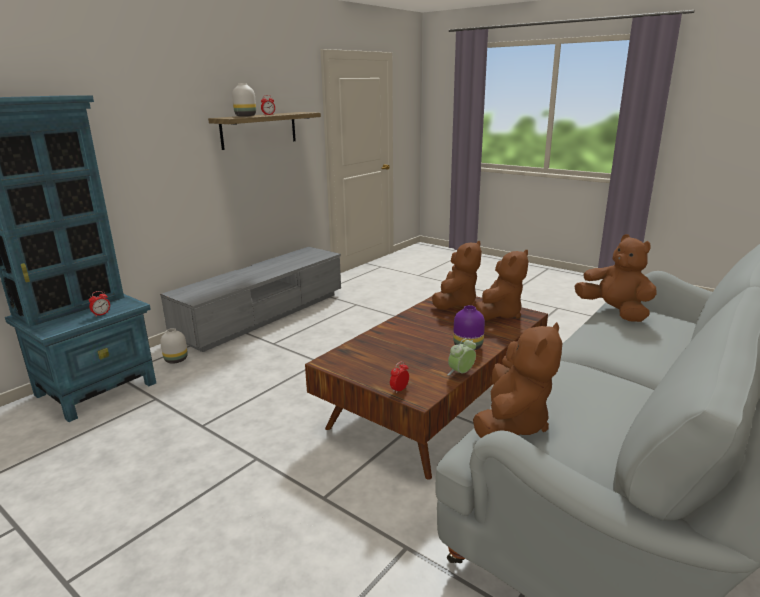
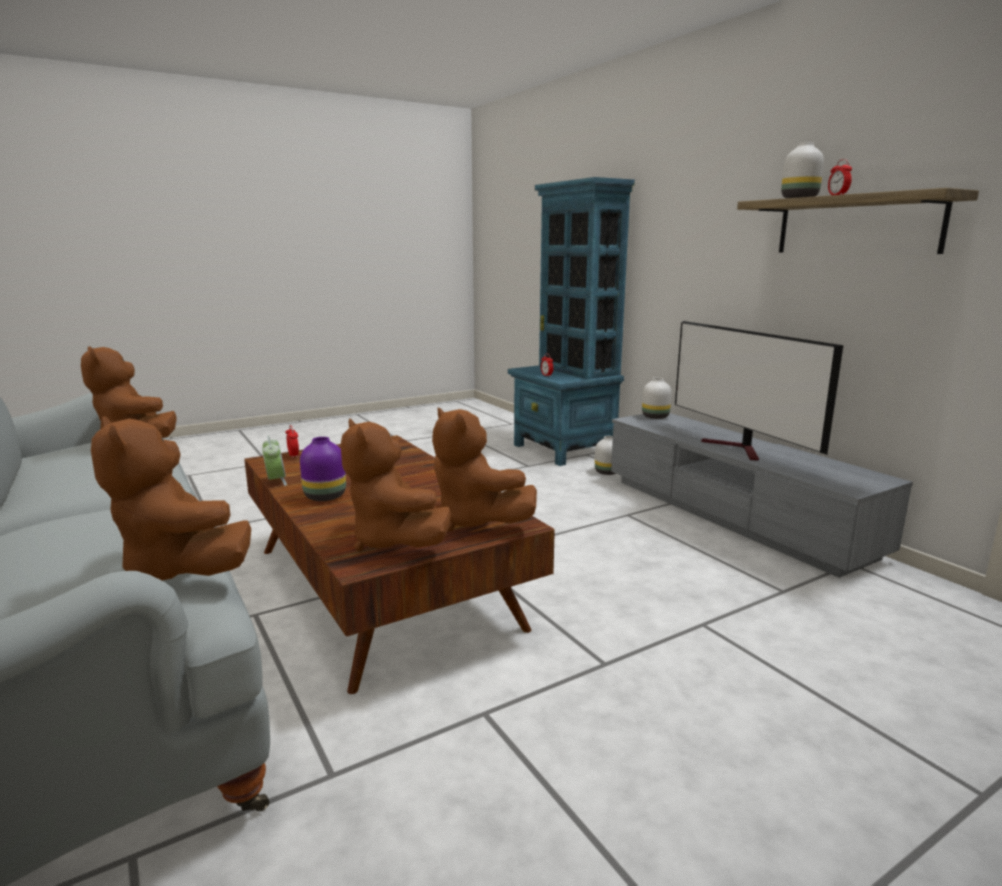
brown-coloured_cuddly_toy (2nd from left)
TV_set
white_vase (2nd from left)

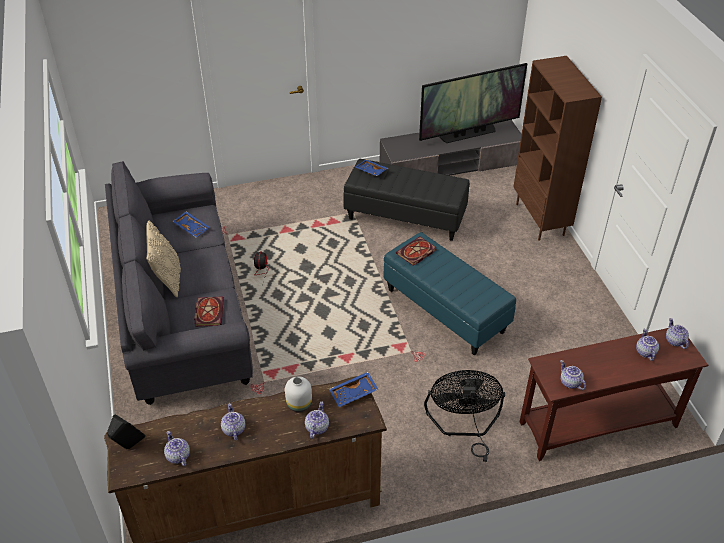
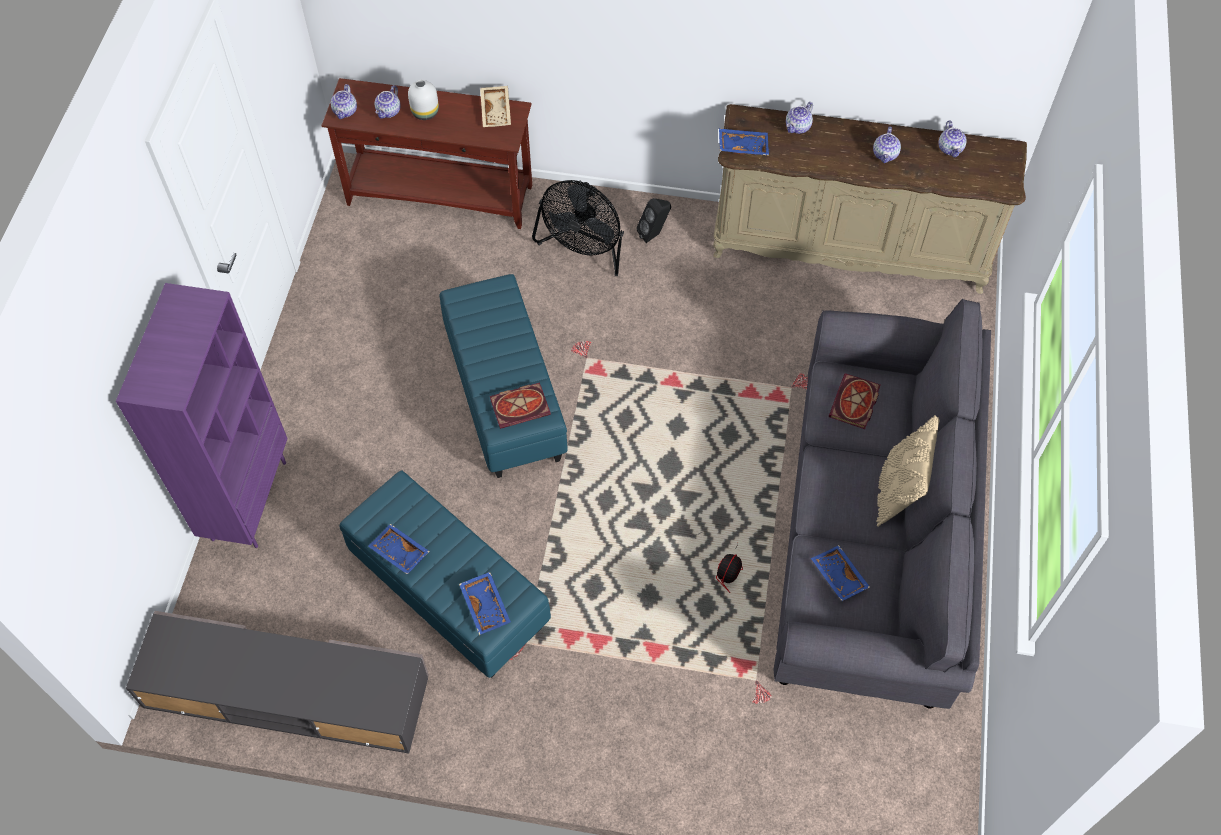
purple-coloured_bookshelf
TV_set
bluish_ottoman (1st from left)
sand-coloured_tray
white_vase
black_speaker
bluish_tray (1st from left)

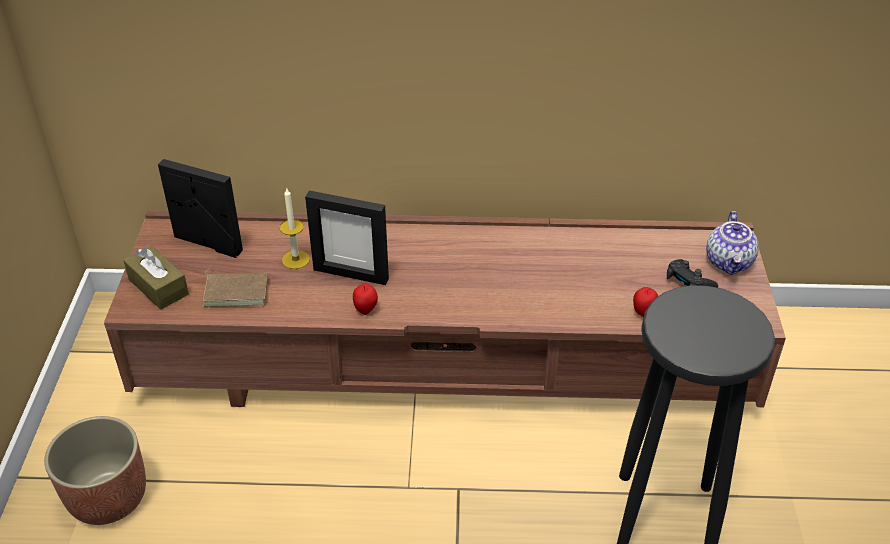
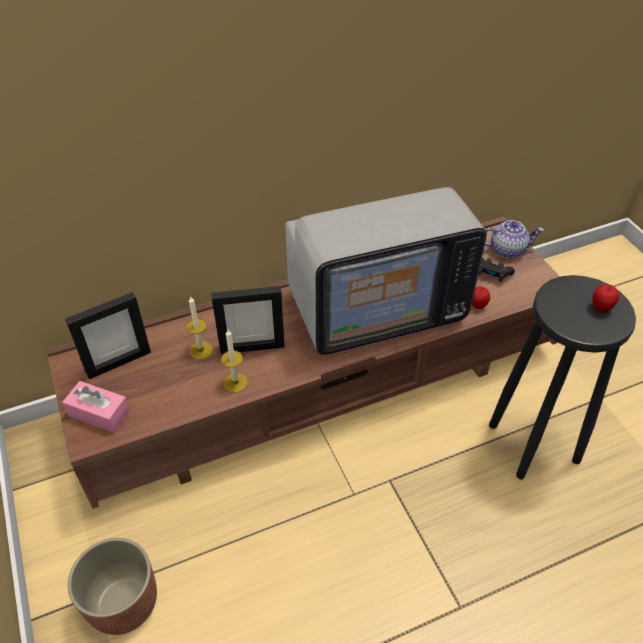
standing_frame (1st from left)
teapot
pinkish_tissue_holder
brown-coloured_book
whole_apple (2nd from left)
TV_set
wax_candle (2nd from left)

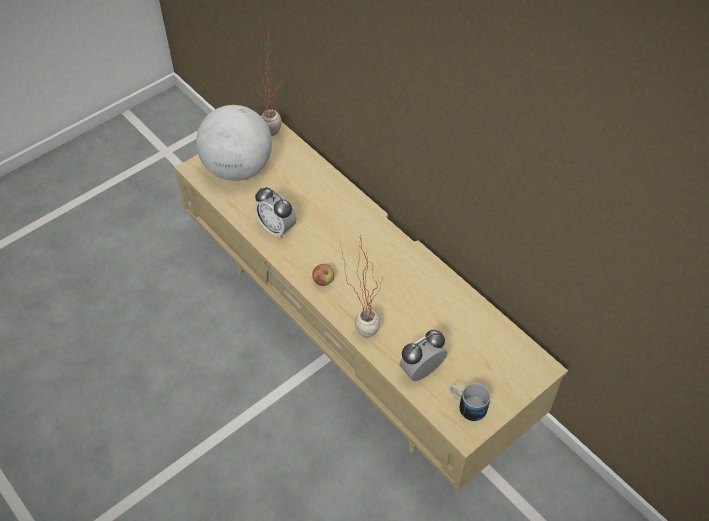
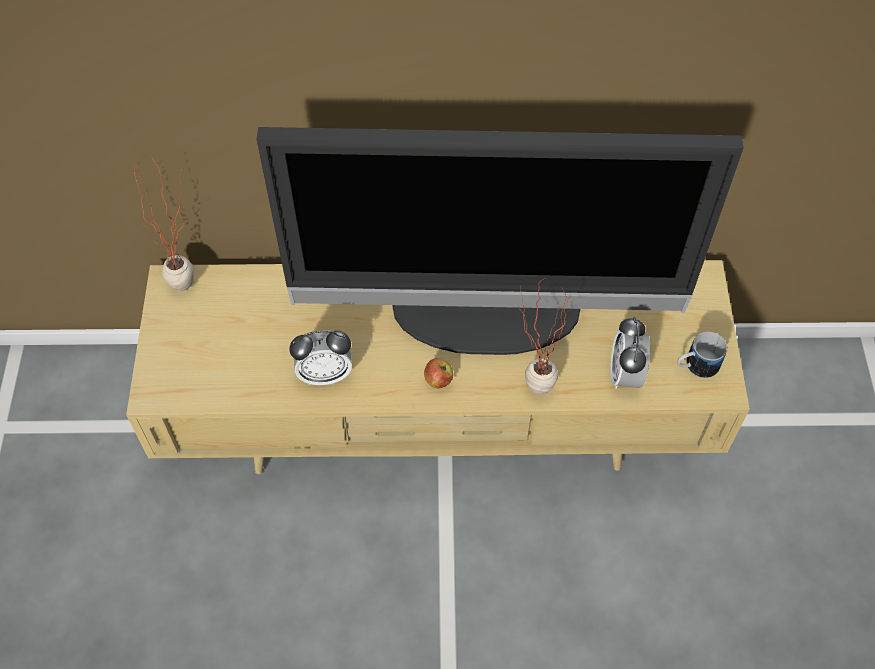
world_globe
TV_set

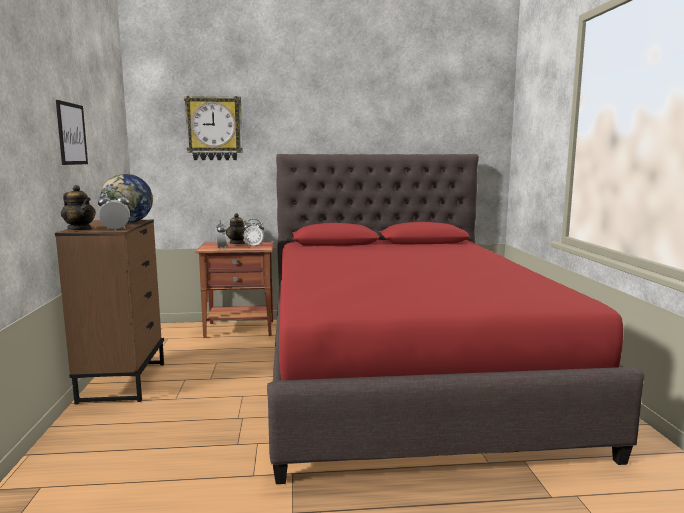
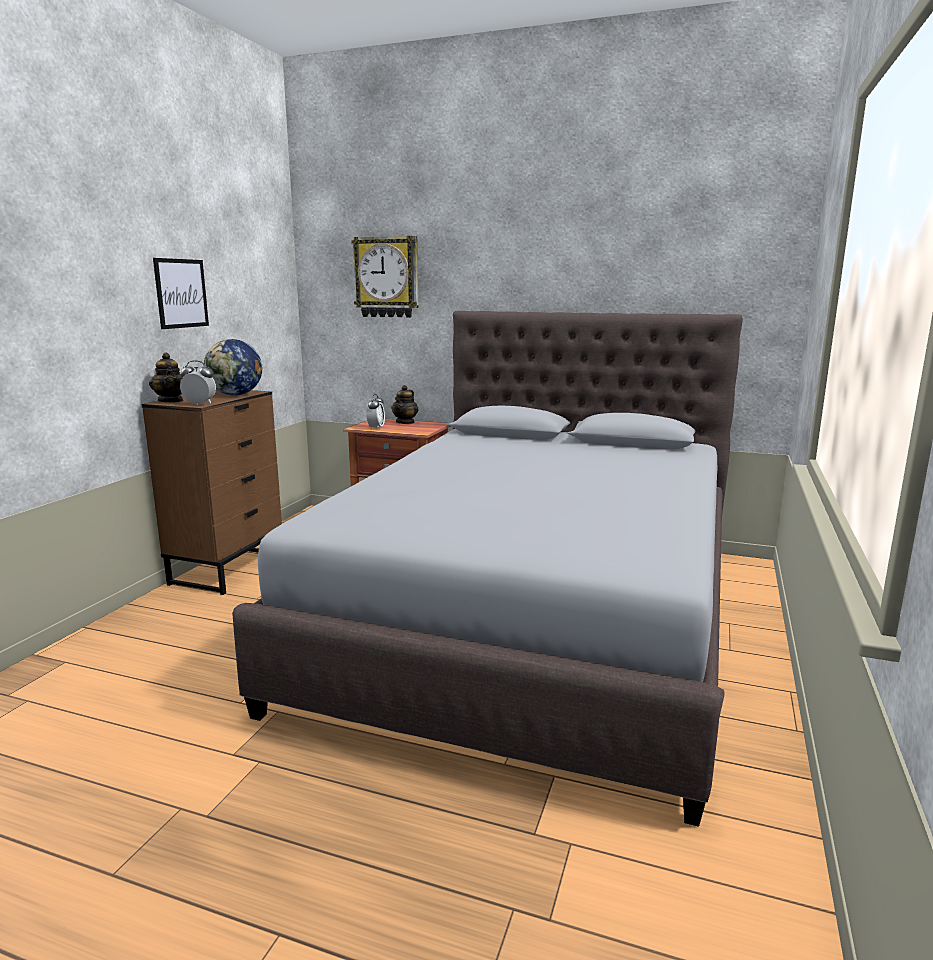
greyish_bed
alarm_clock (3rd from left in the first image)

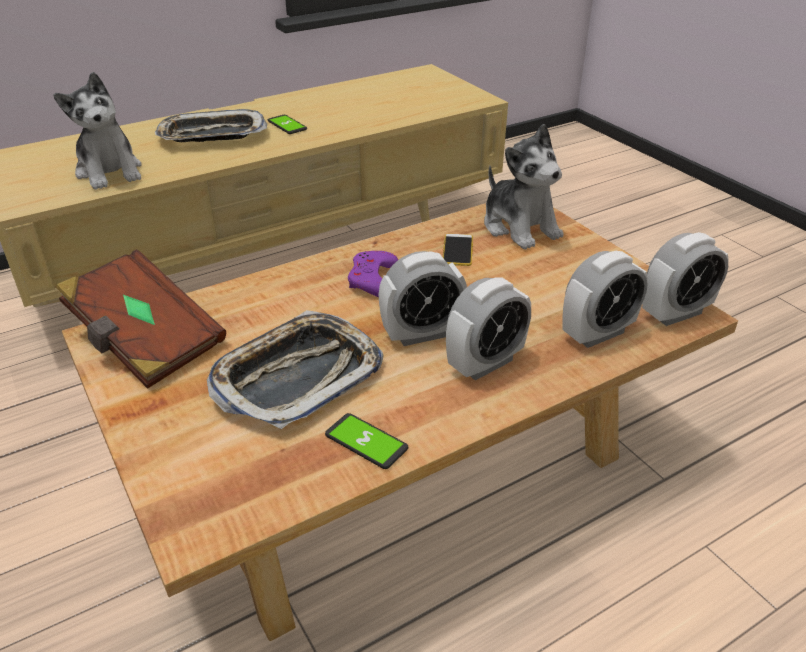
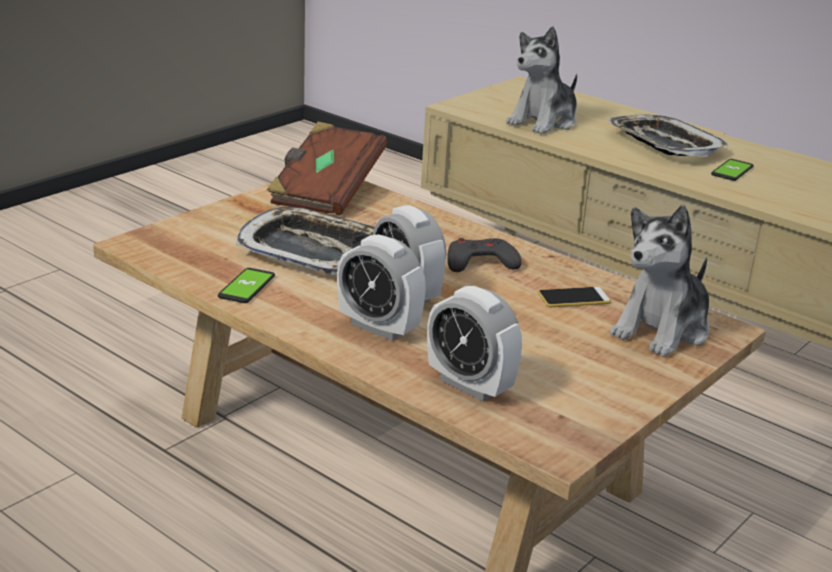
alarm_clock (4th from left in the first image)
greyish_gamepad

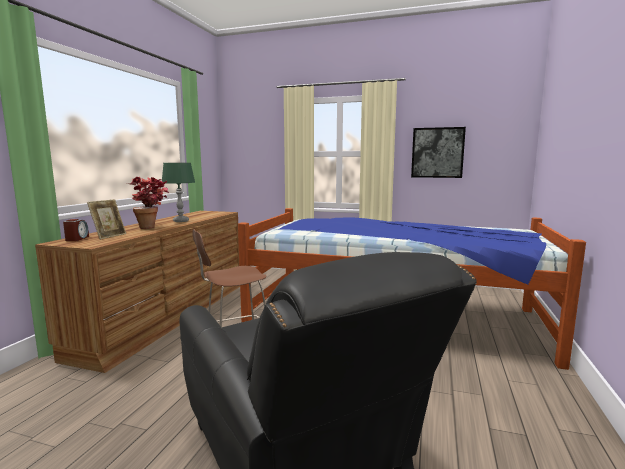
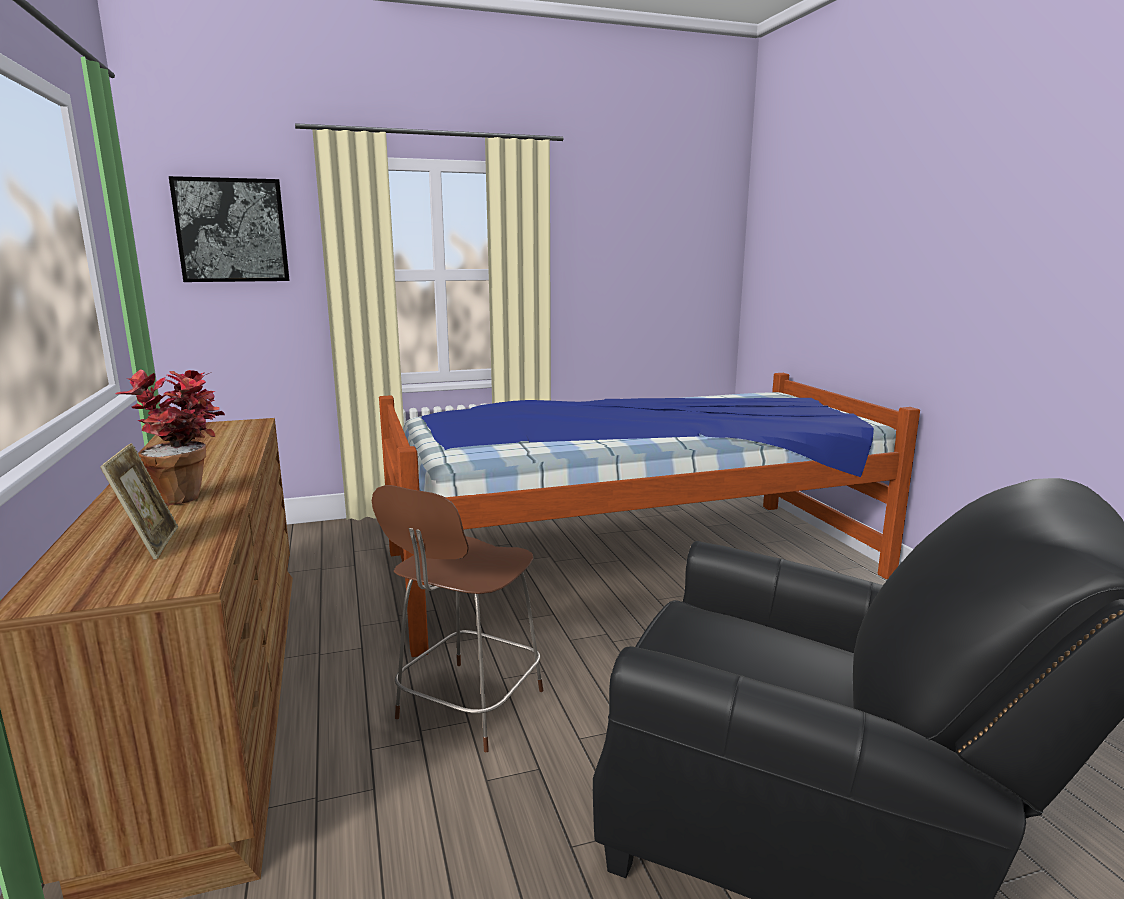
wall_art
greenish_lamp_for_a_table
alarm_clock

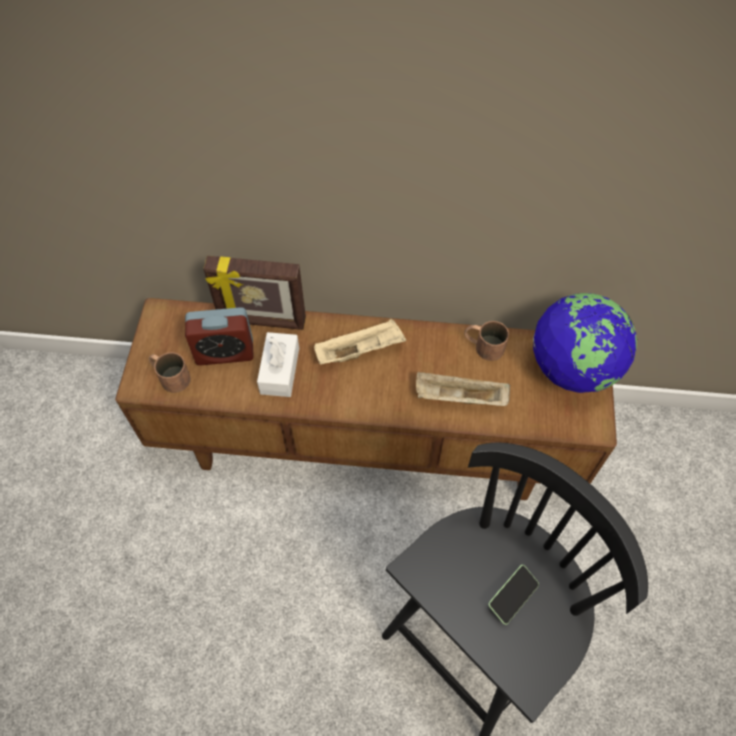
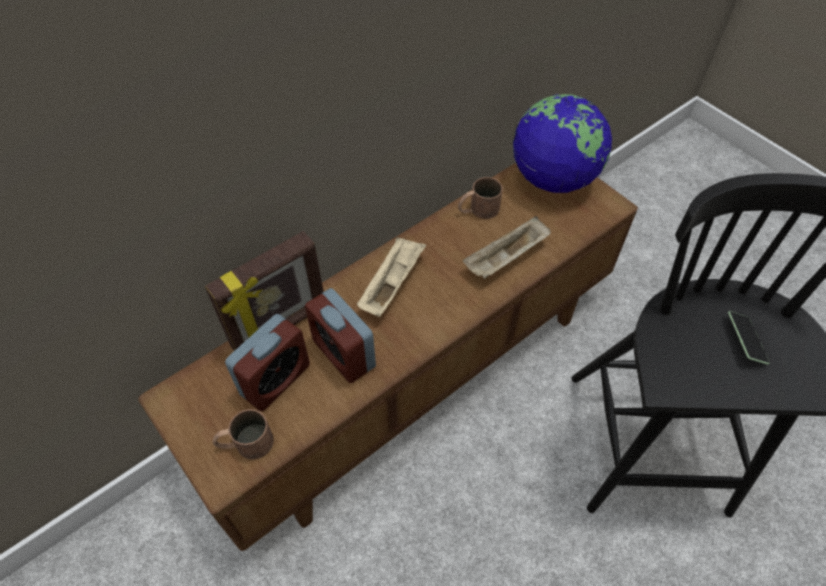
alarm_clock (2nd from left)

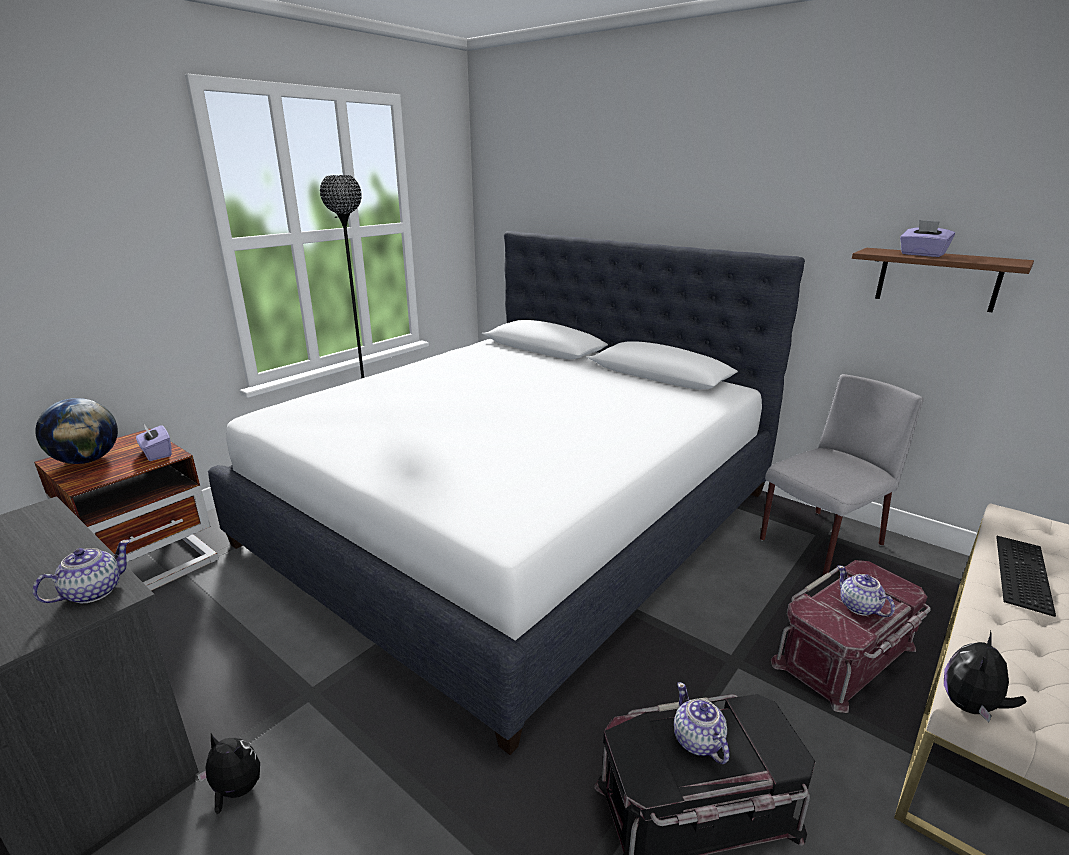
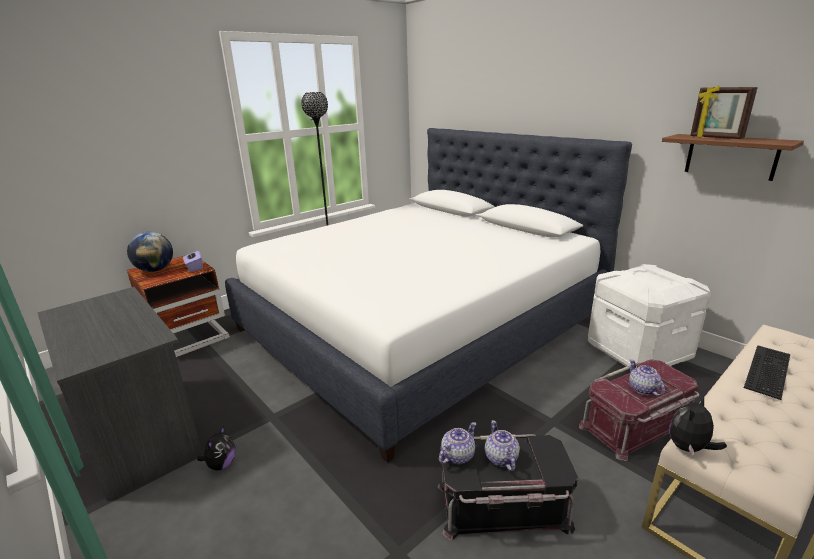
standing_frame
white_storage_container
teapot (1st from left)
cuddly_toy (1st from left)

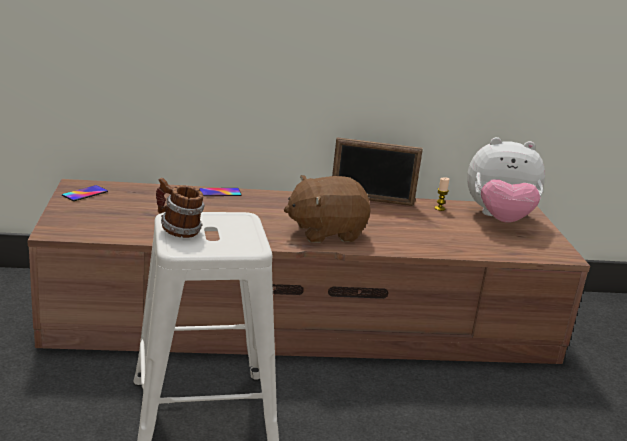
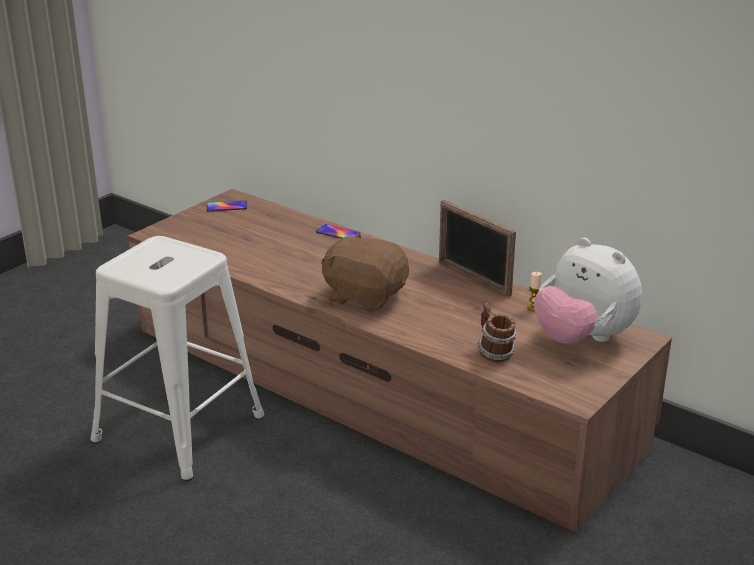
mug

